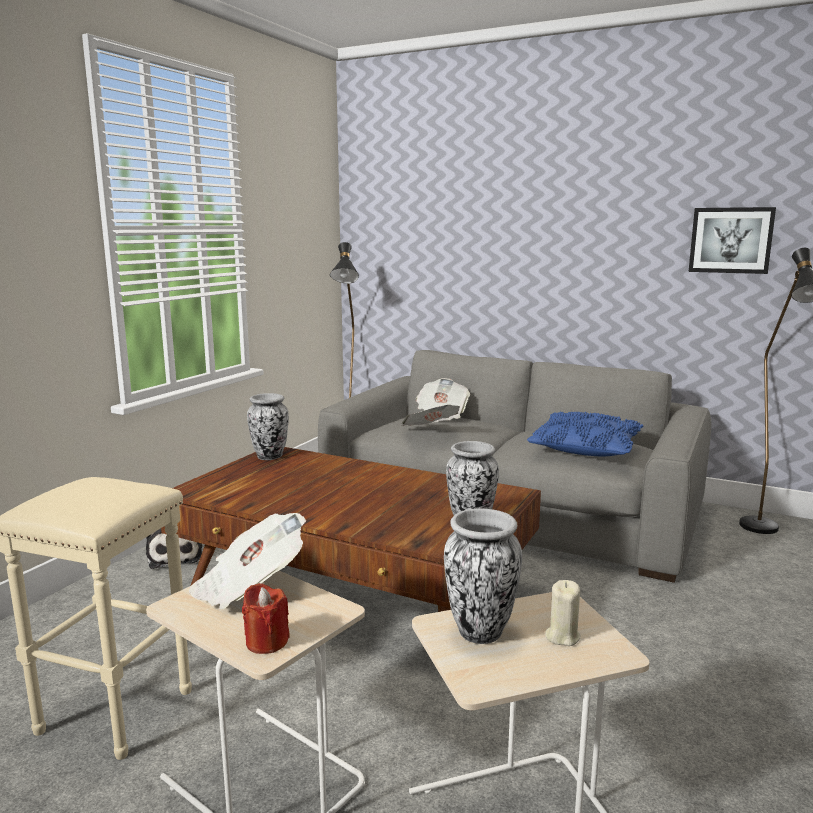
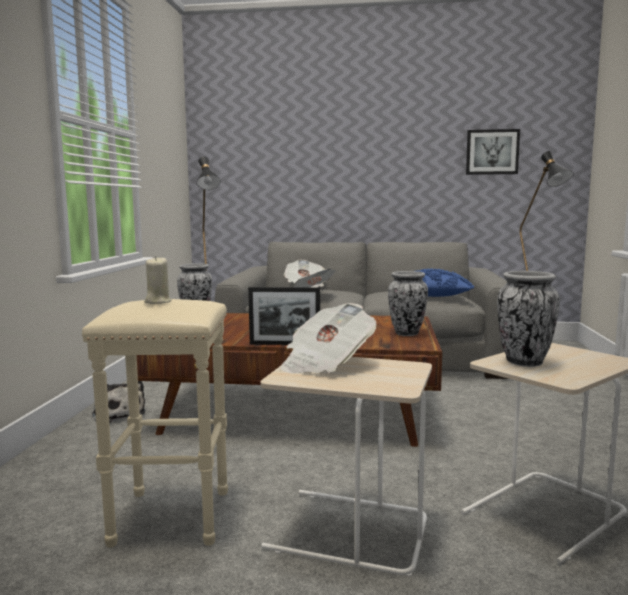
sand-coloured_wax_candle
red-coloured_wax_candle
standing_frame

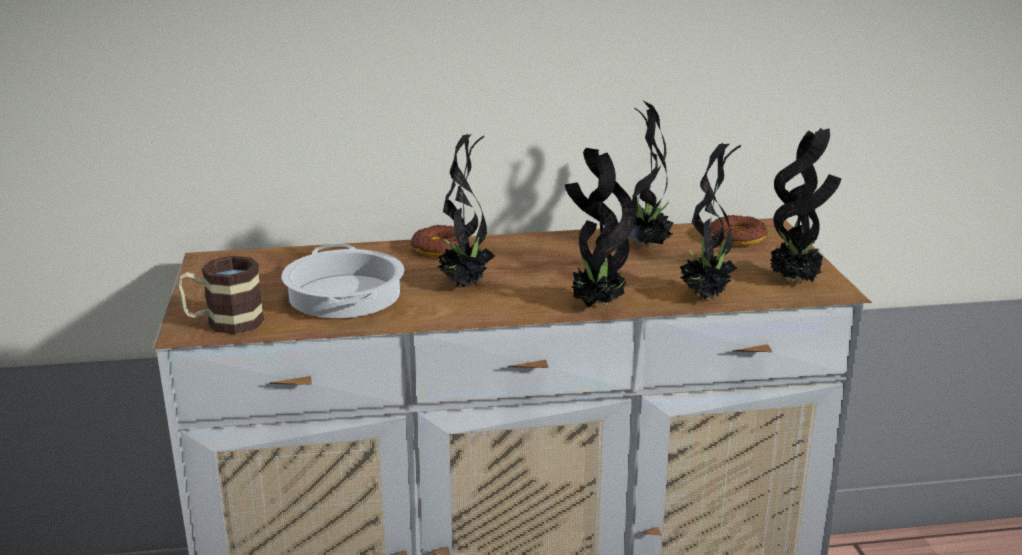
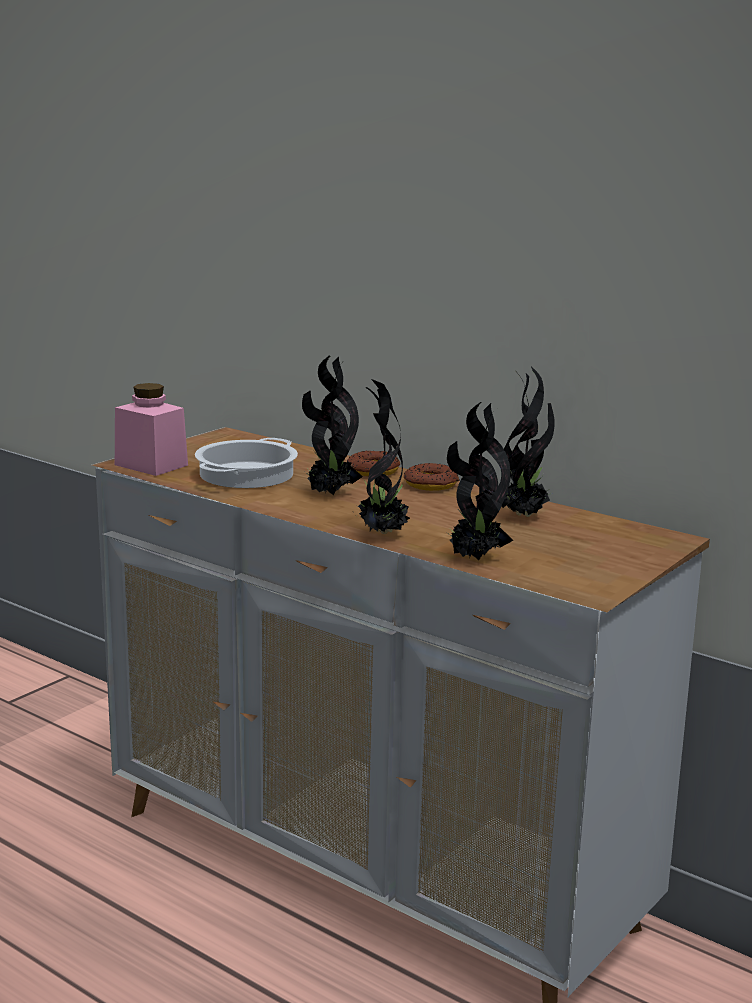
plant_in_a_pot (5th from left in the first image)
ring_doughnut (2nd from left)
pinkish_jar

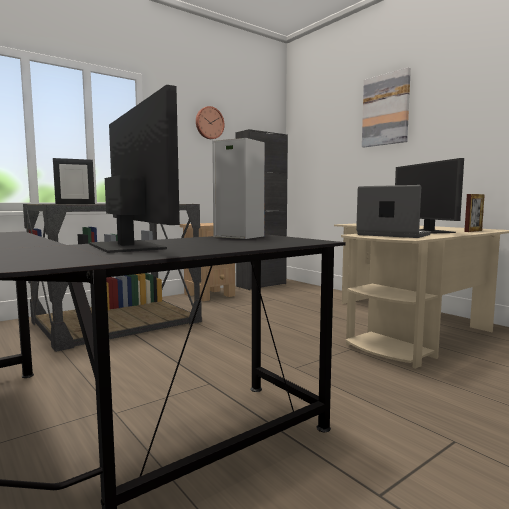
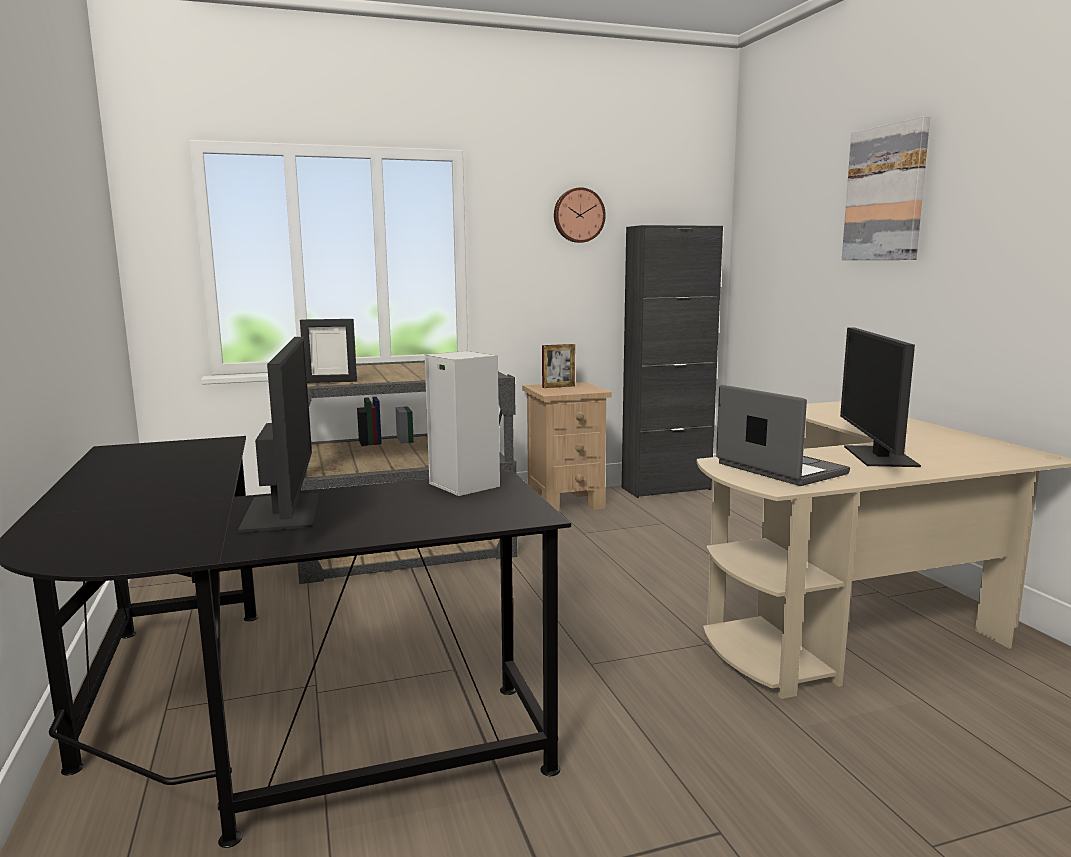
standing_frame (2nd from left)

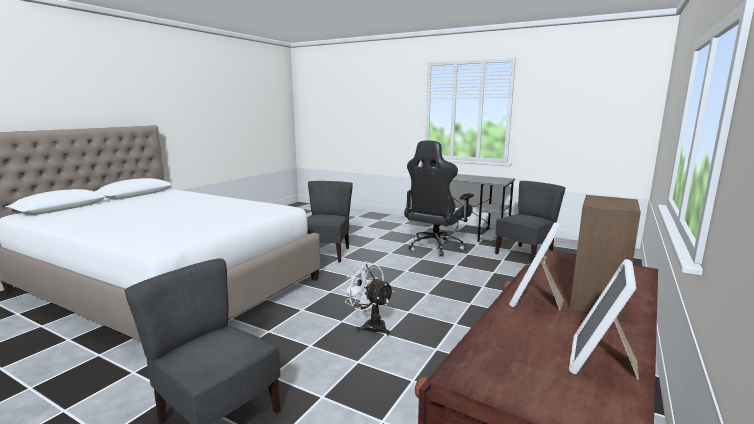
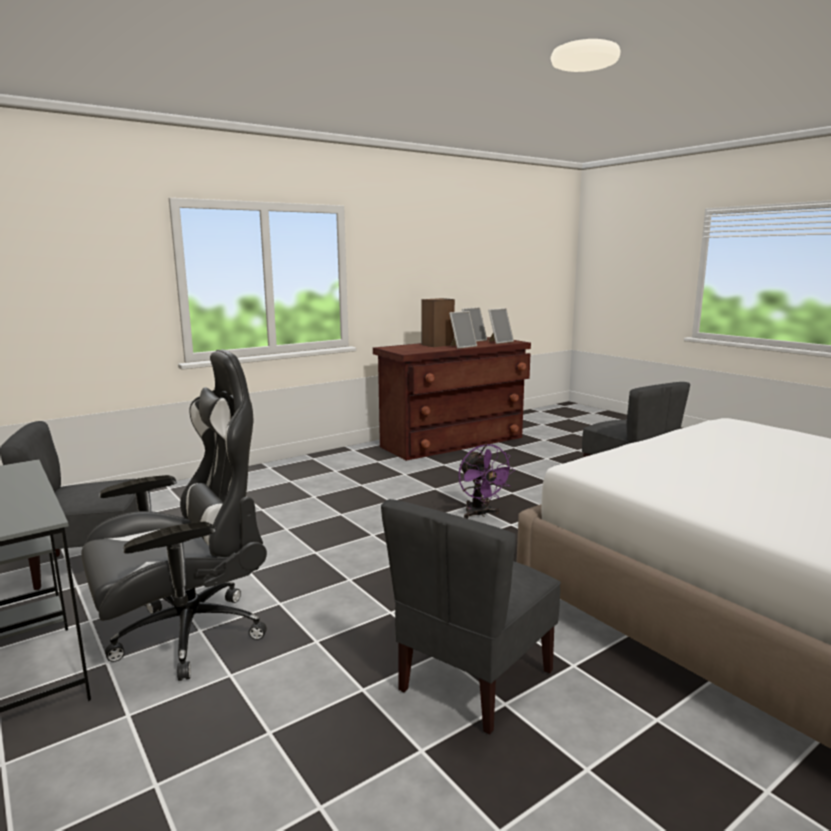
purple-coloured_electric_fan
standing_frame (3rd from left)

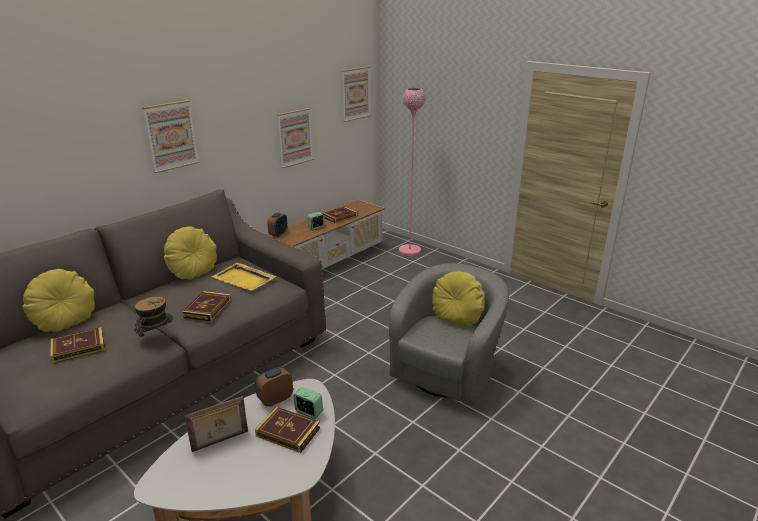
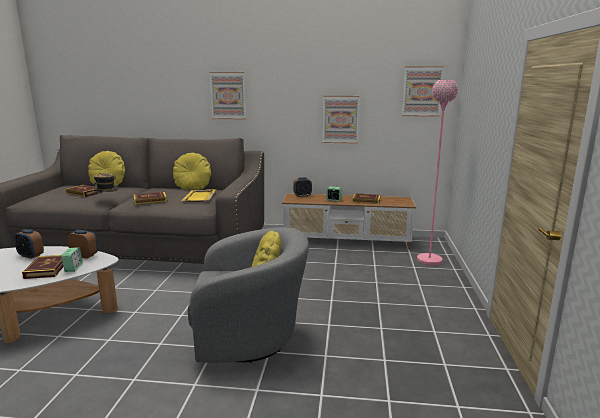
alarm_clock (1st from left)

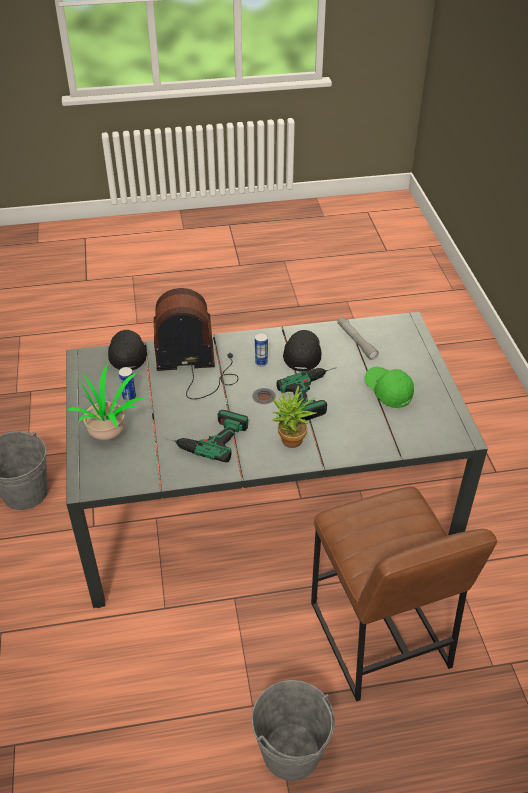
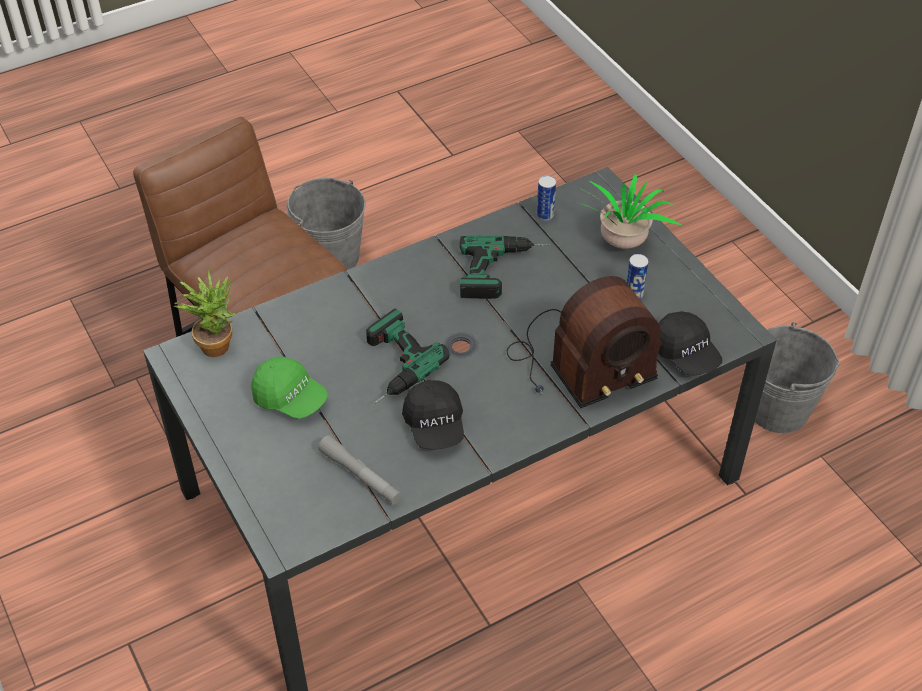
can (1st from left)
plant_in_a_pot (1st from left)

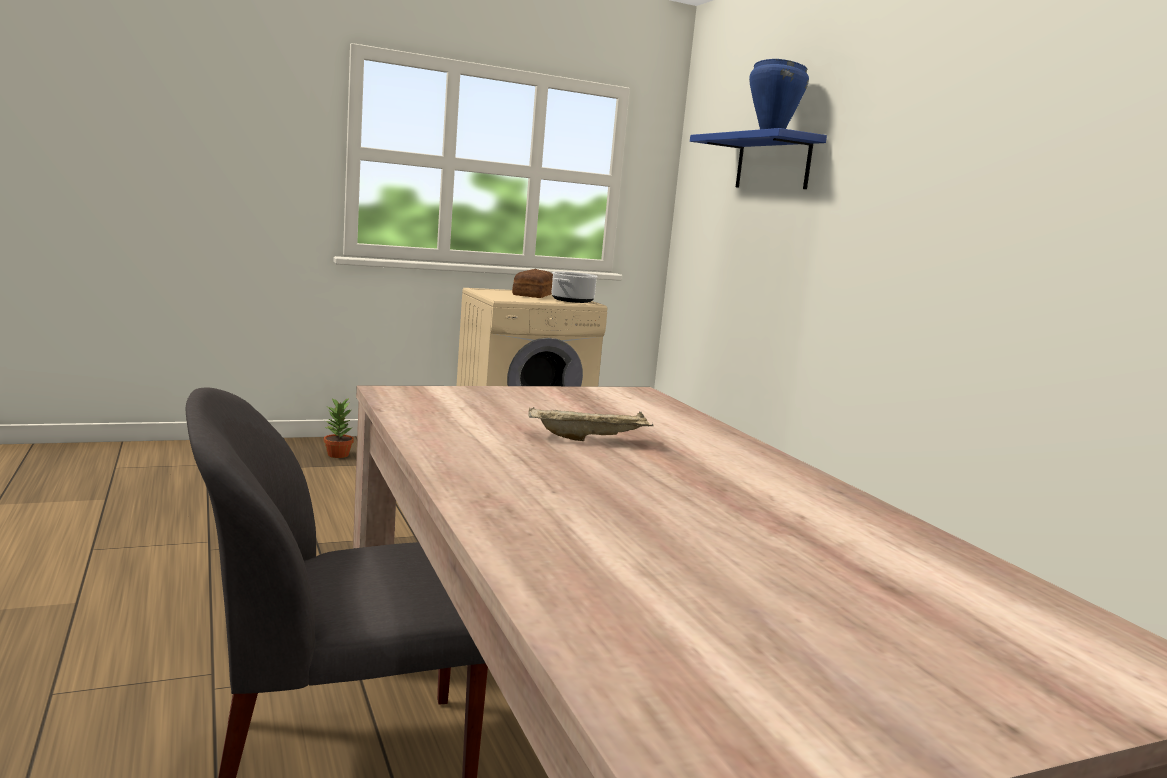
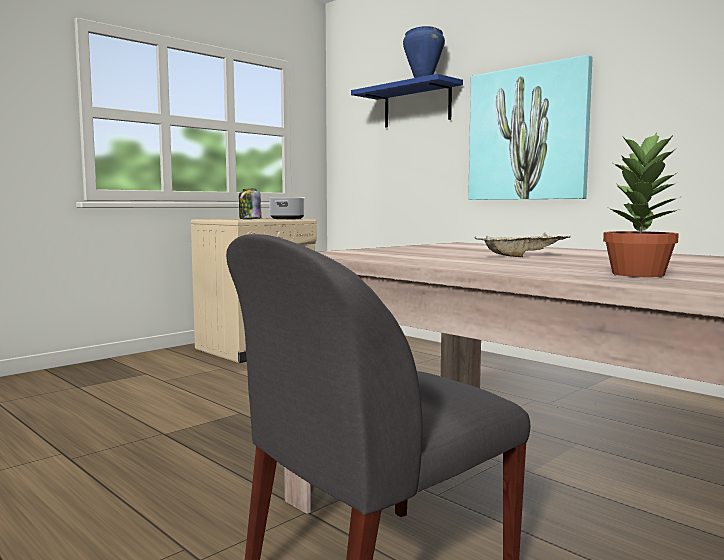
jar
plant_in_a_pot
wall_art

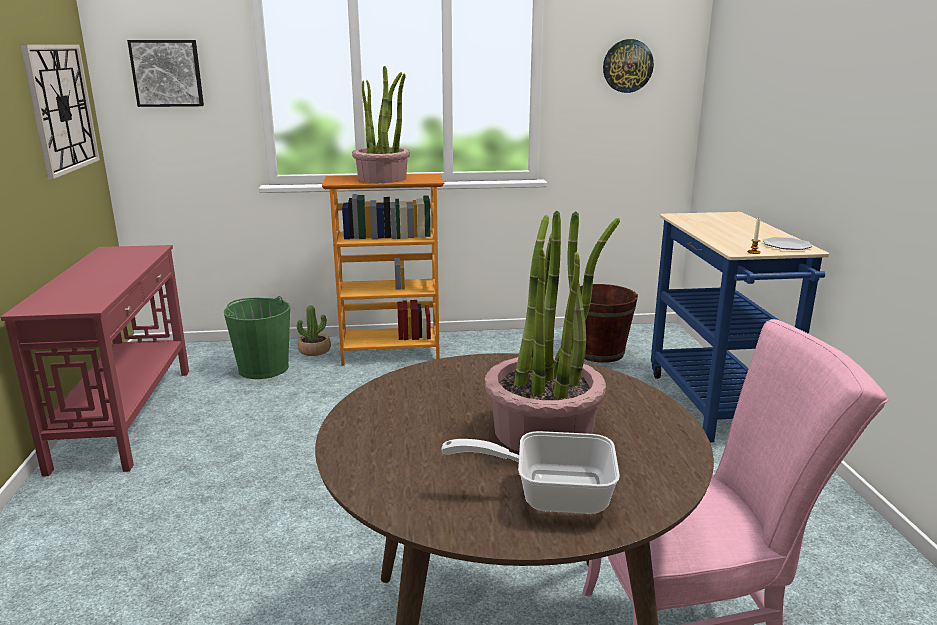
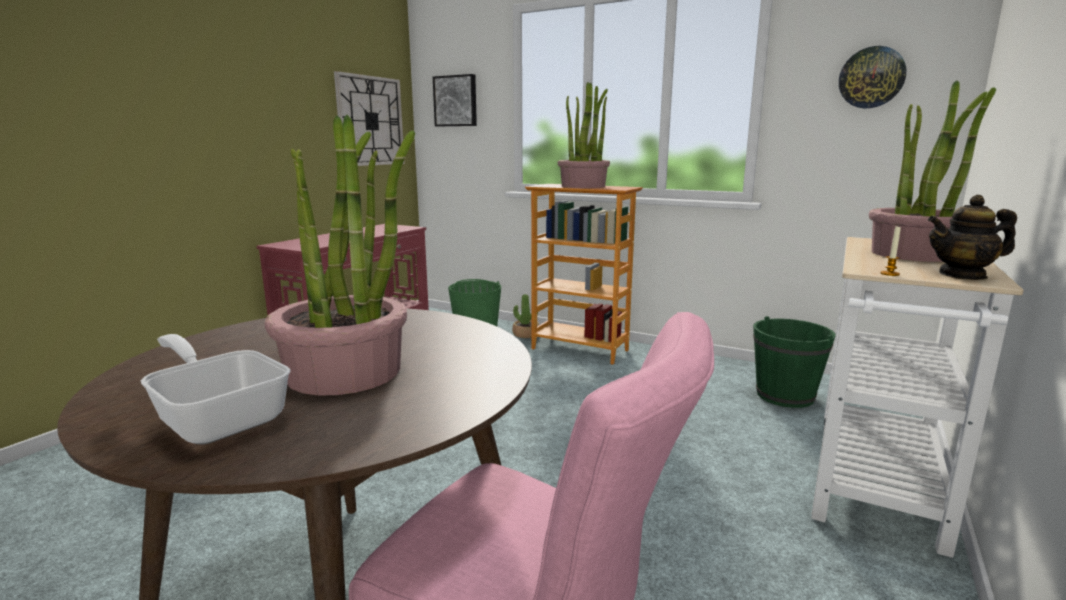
white_wheeled_cart
teapot
greenish_bucket (2nd from left)
plant_in_a_pot (4th from left)

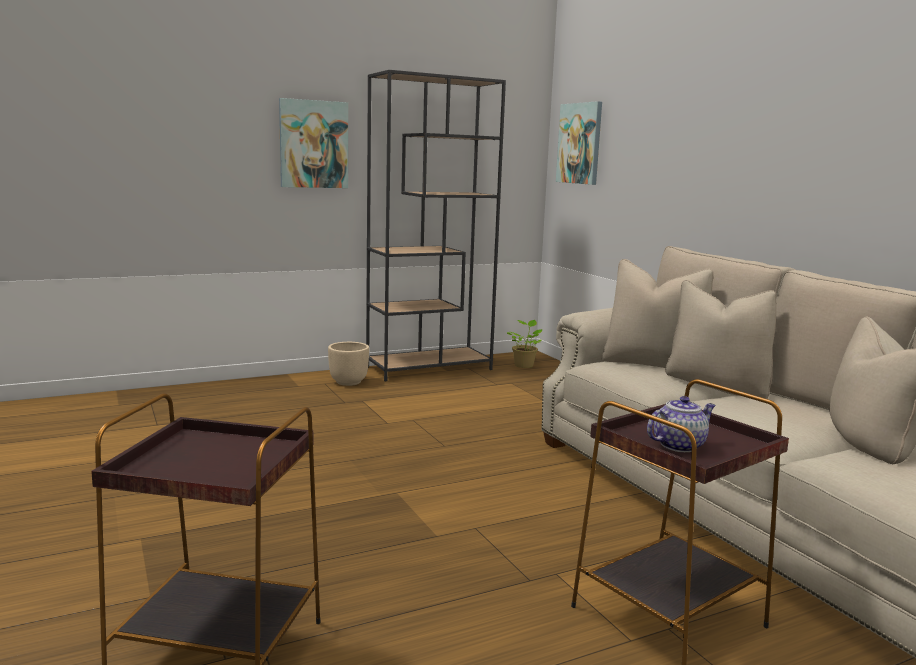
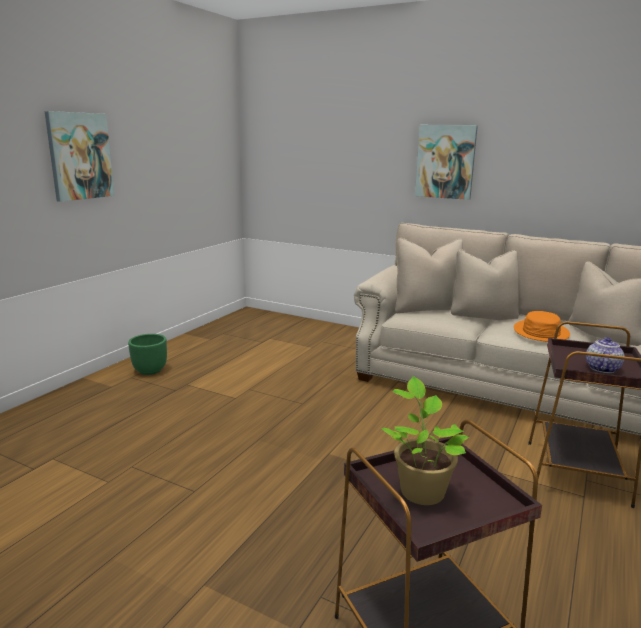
bookshelf
wall_art (2nd from left)
plant_in_a_pot
greenish_planter
orange-coloured_hat

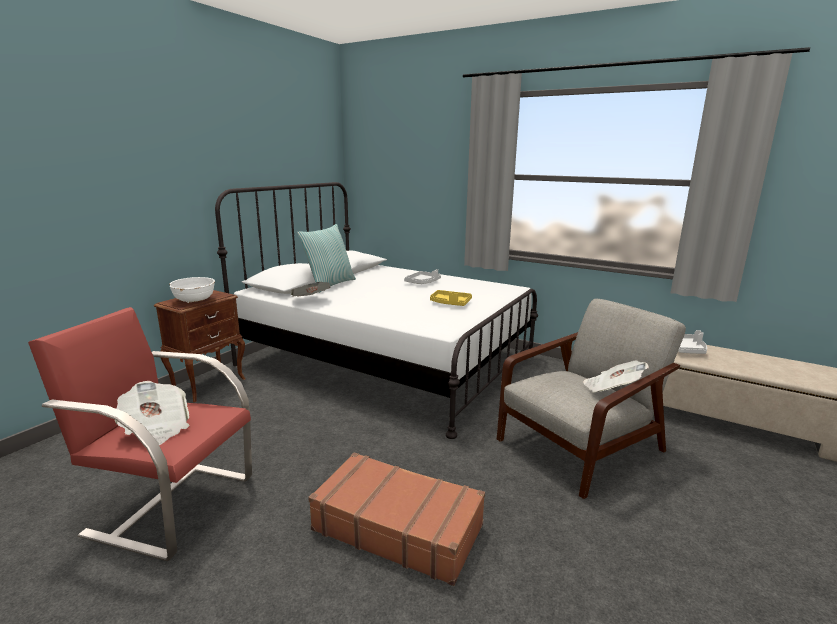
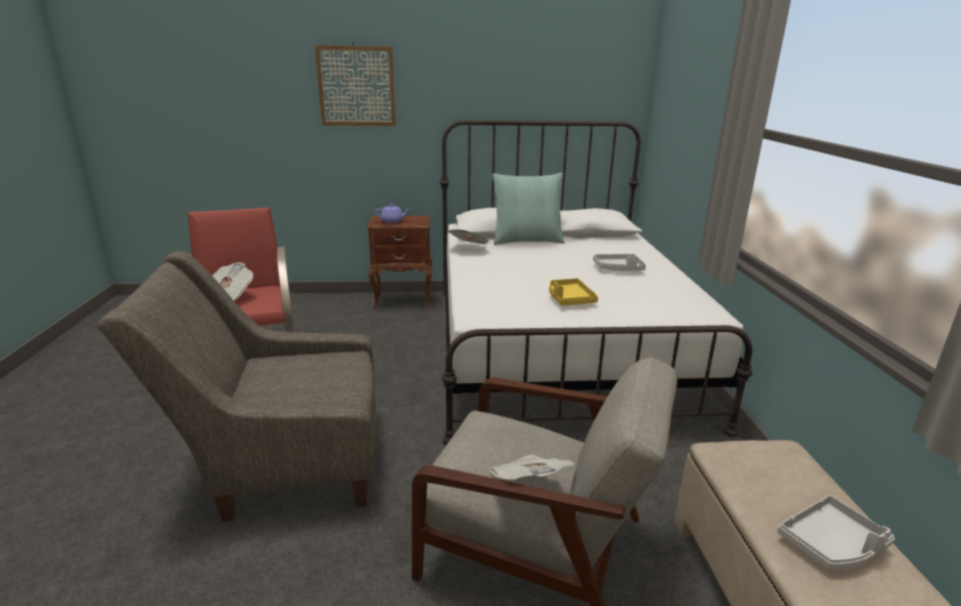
purple-coloured_teapot
greyish_easy_chair (1st from left)
wall_art

